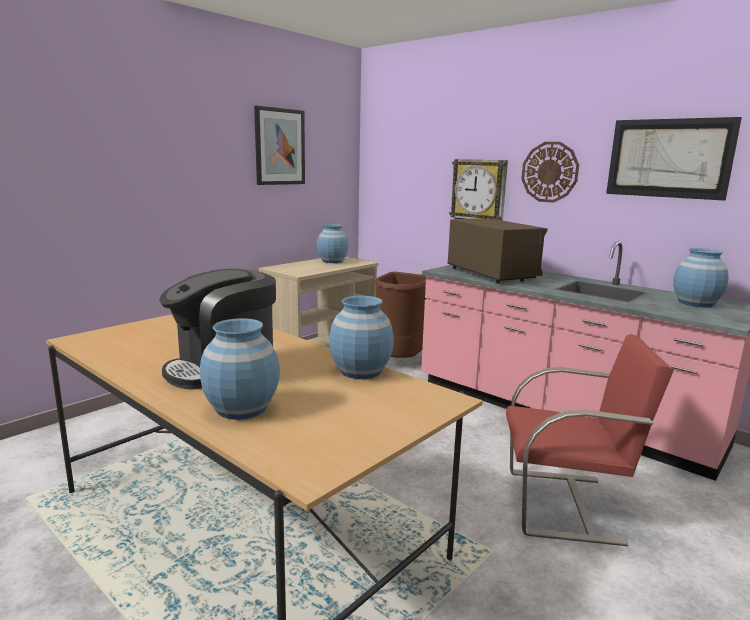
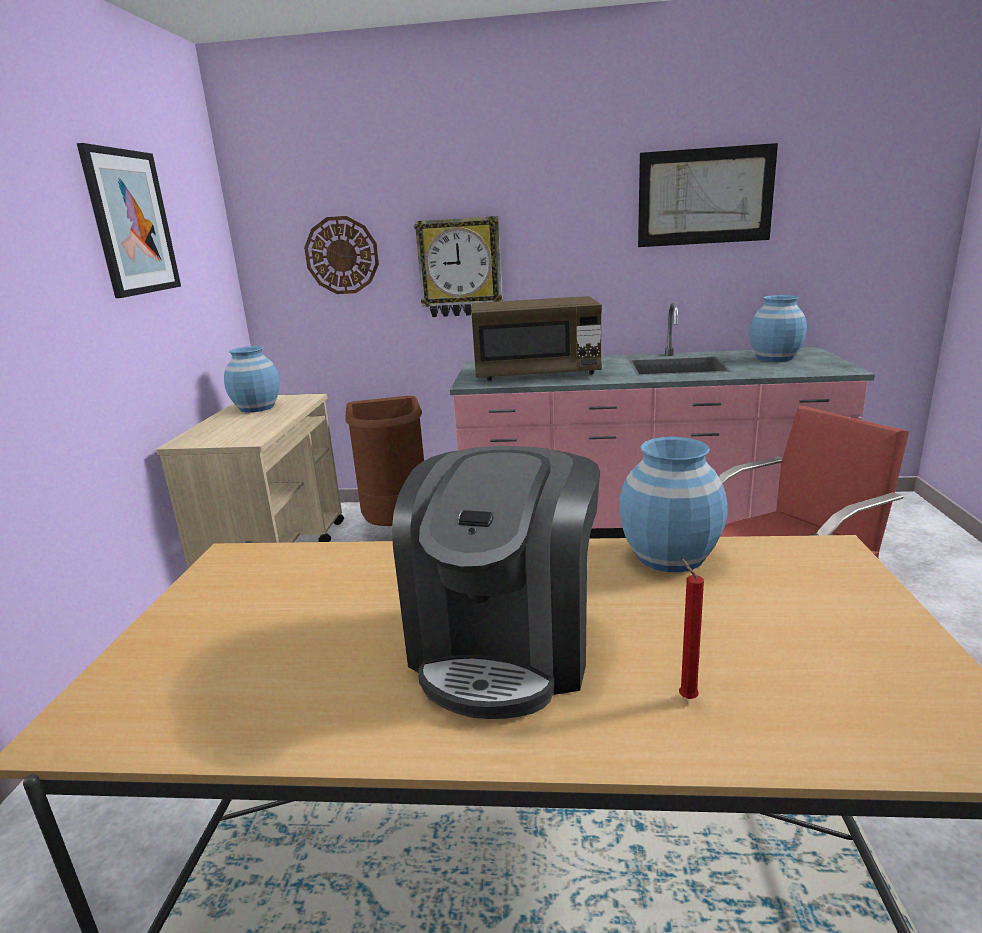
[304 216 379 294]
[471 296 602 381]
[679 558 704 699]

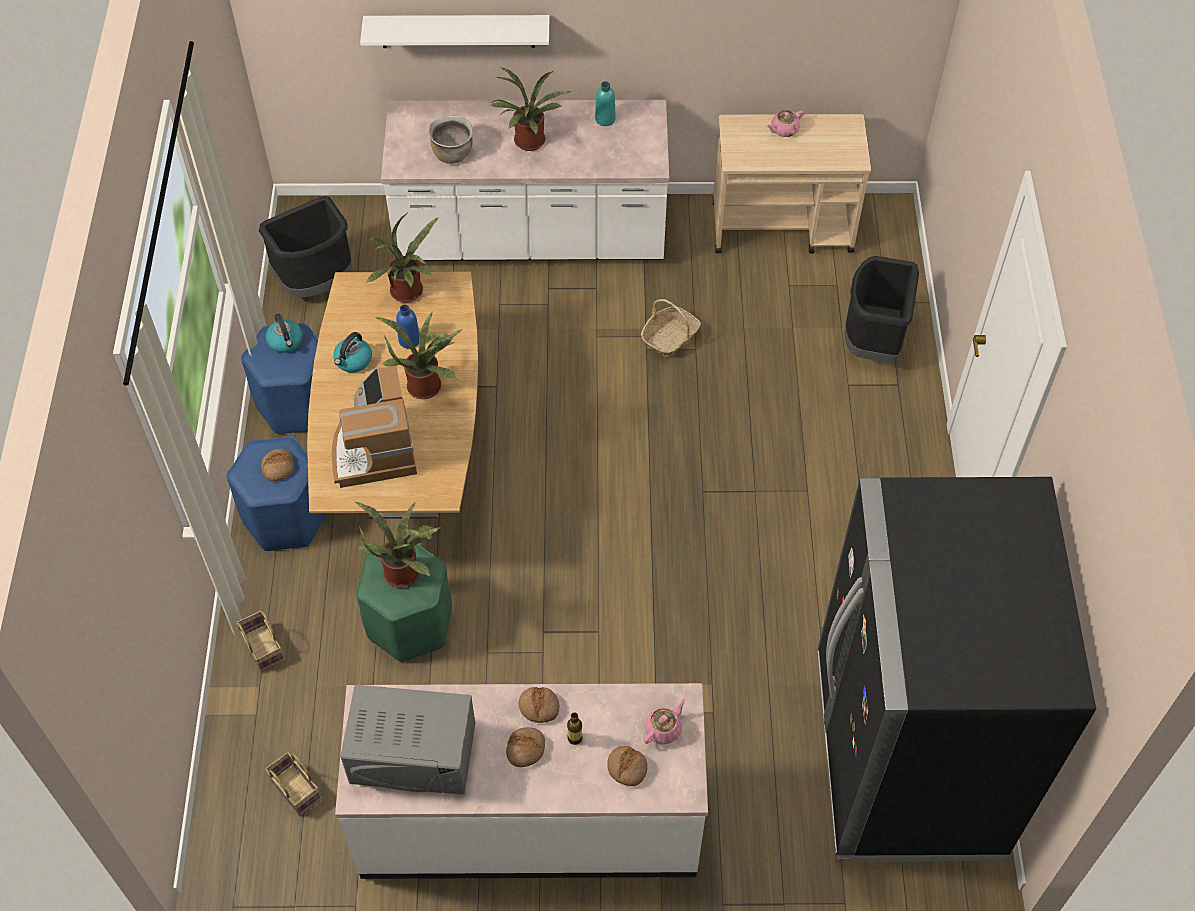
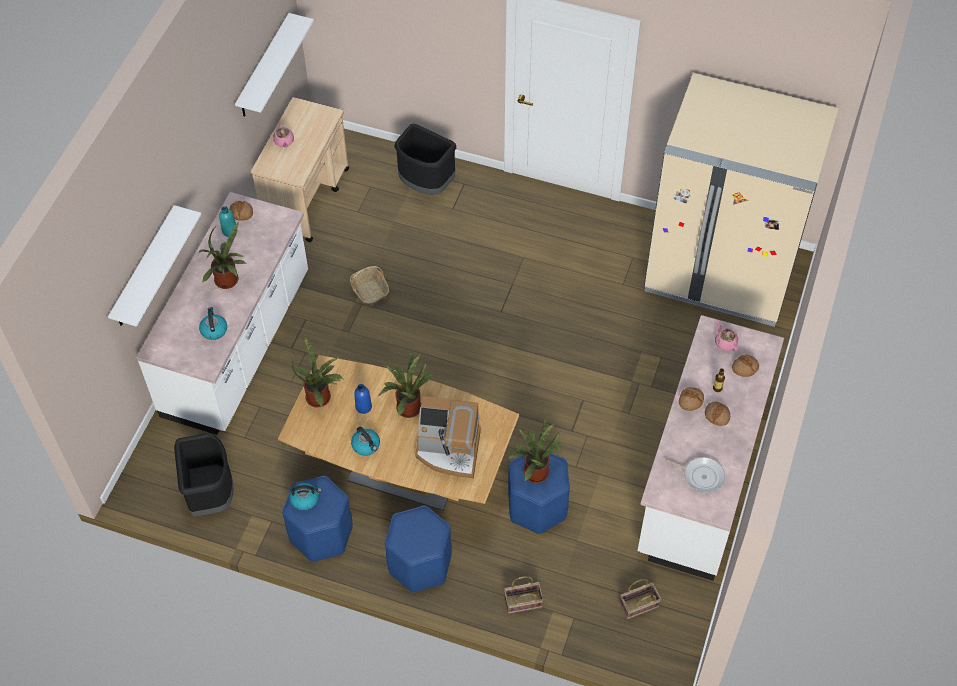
[199 307 227 340]
[229 201 253 221]
[235 13 314 117]
[508 449 570 534]
[644 73 839 327]
[664 457 725 493]

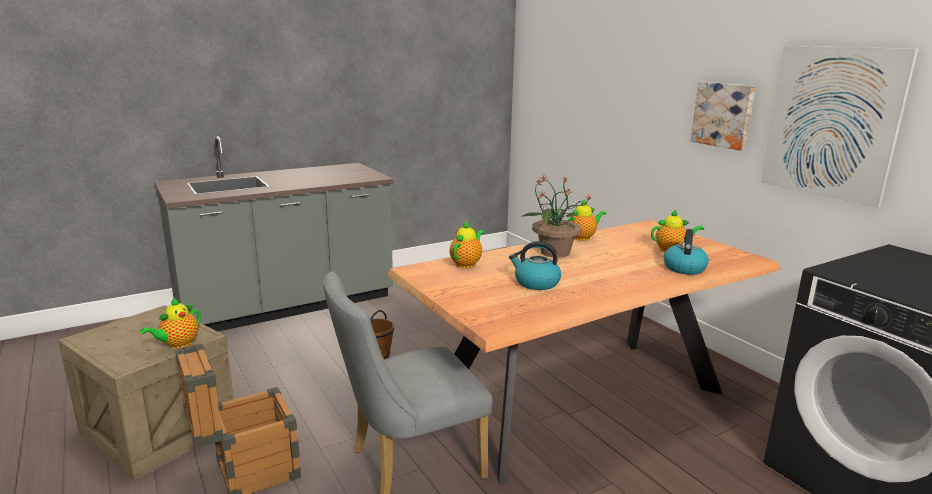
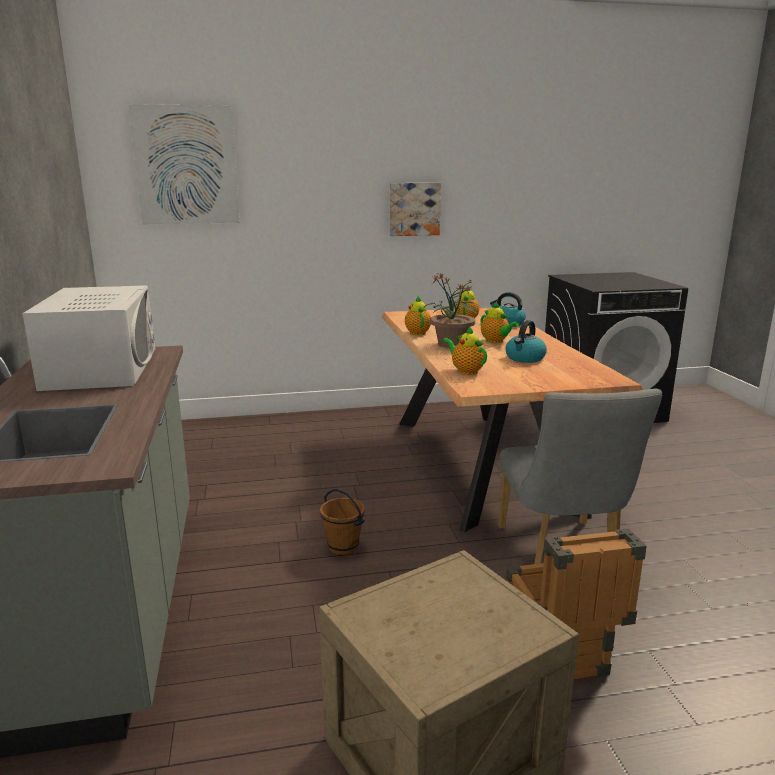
[22 285 155 391]
[128 104 240 224]
[480 302 519 343]

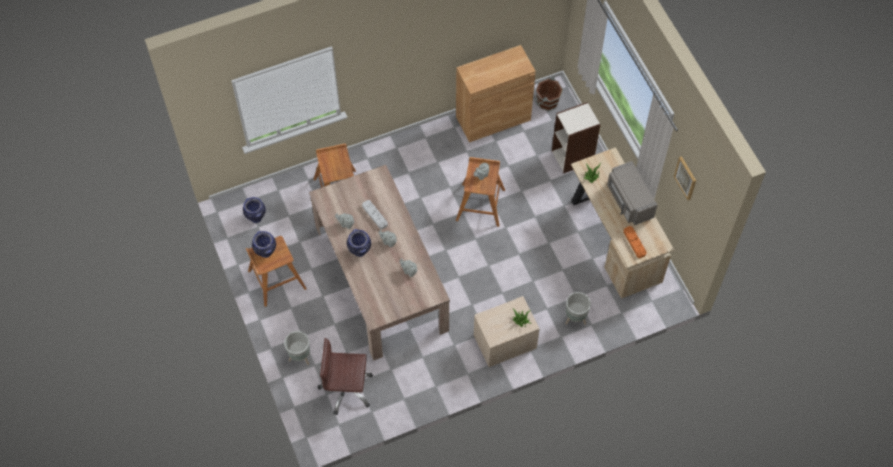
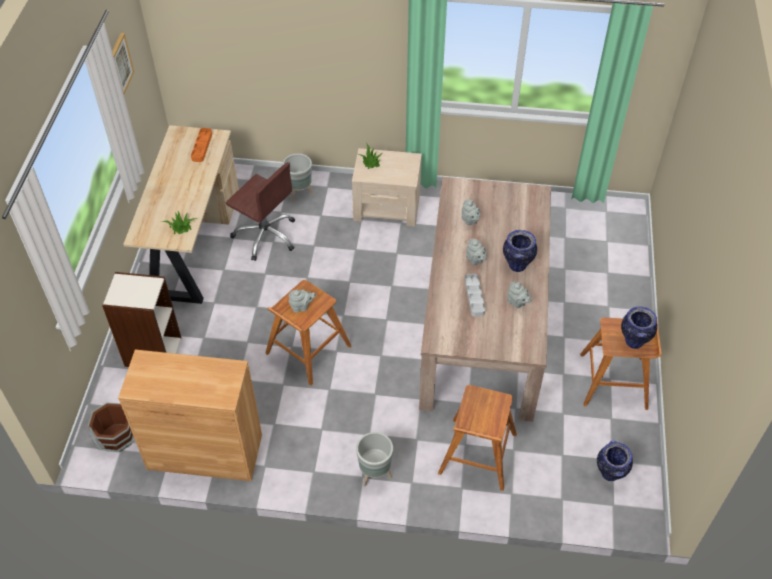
[226 162 295 261]
[356 432 393 487]
[607 161 657 225] (first image)

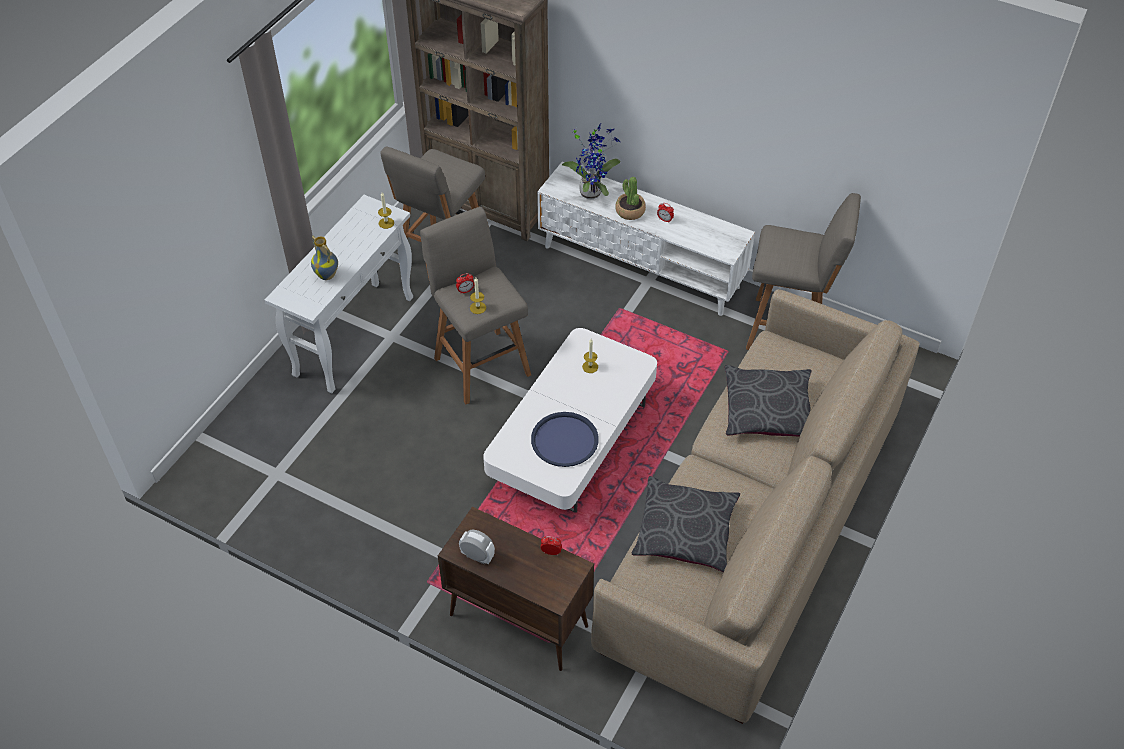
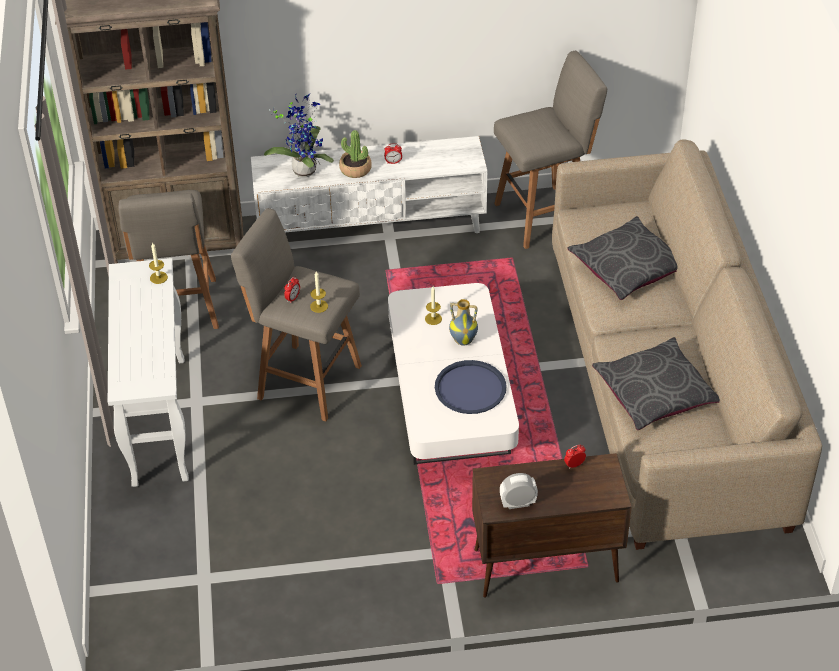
[449 299 478 346]

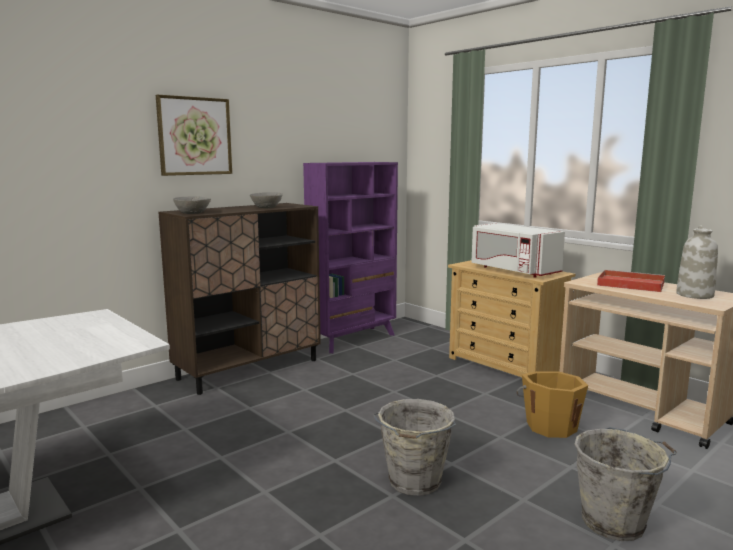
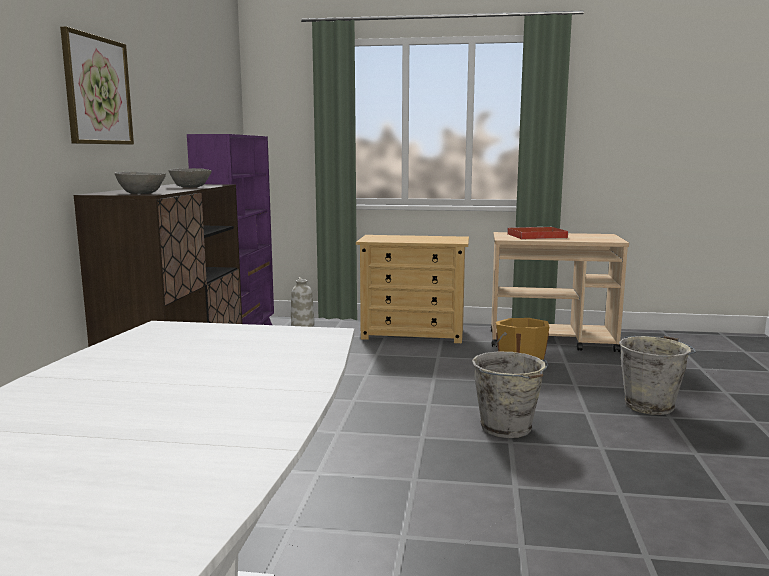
[291 277 314 327]
[471 223 565 278] (first image)

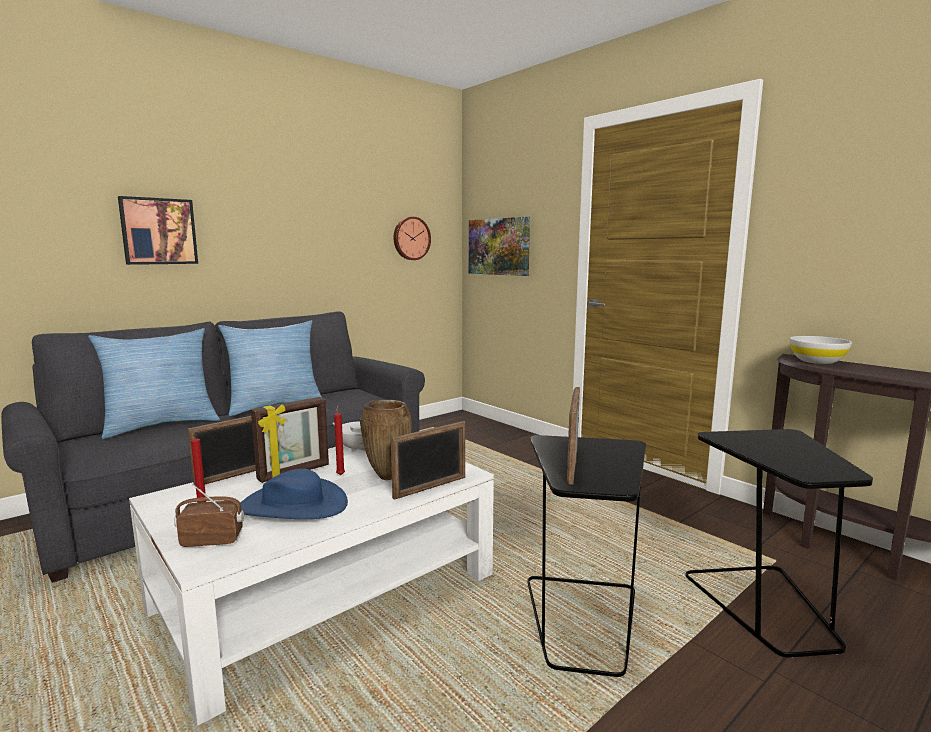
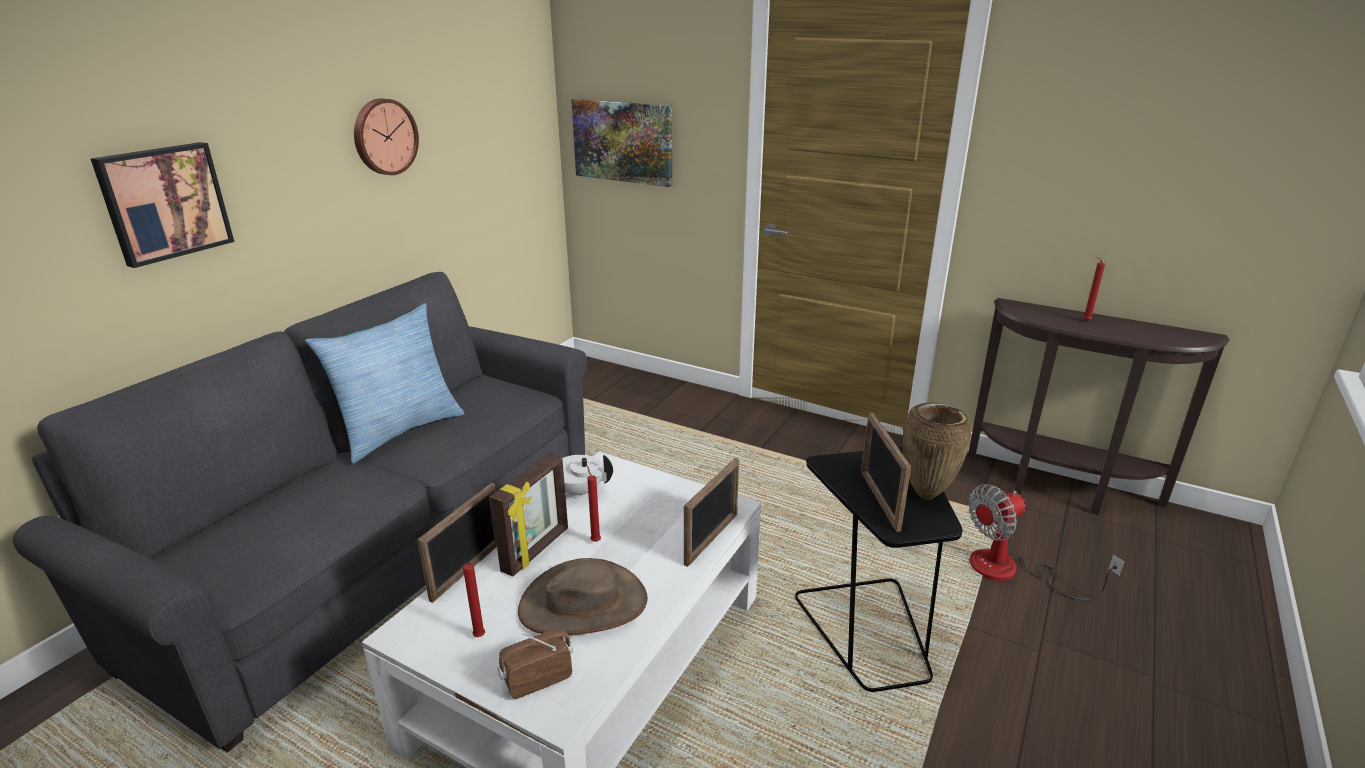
[354 99 419 175]
[518 558 648 635]
[903 403 971 500]
[968 484 1124 600]
[1083 257 1105 321]
[88 328 220 439] (first image)
[790 336 852 364] (first image)

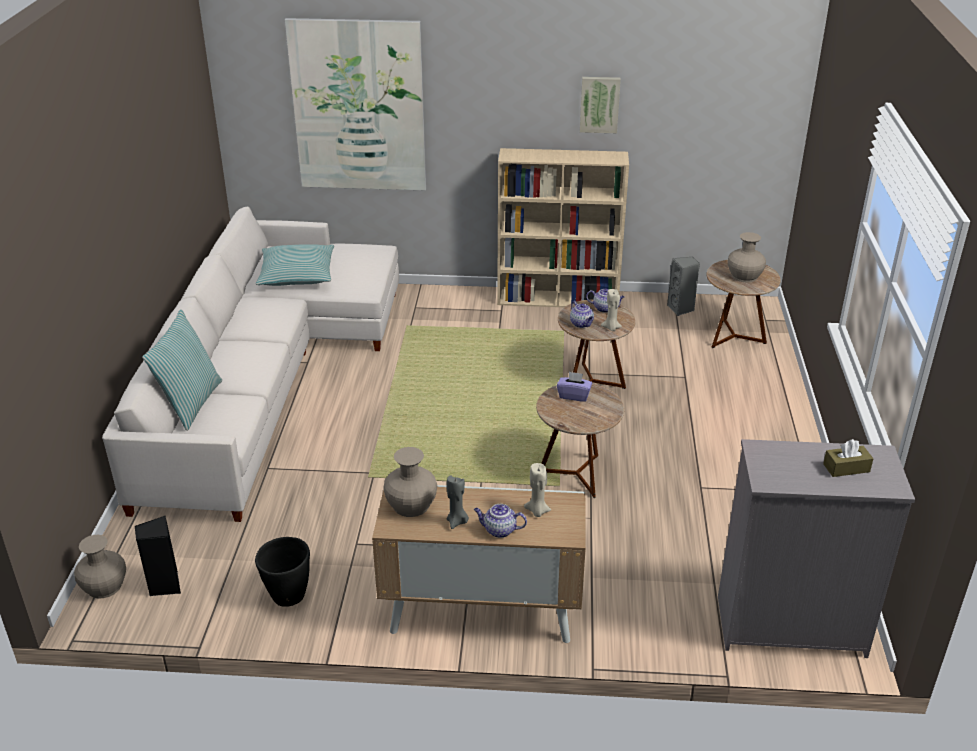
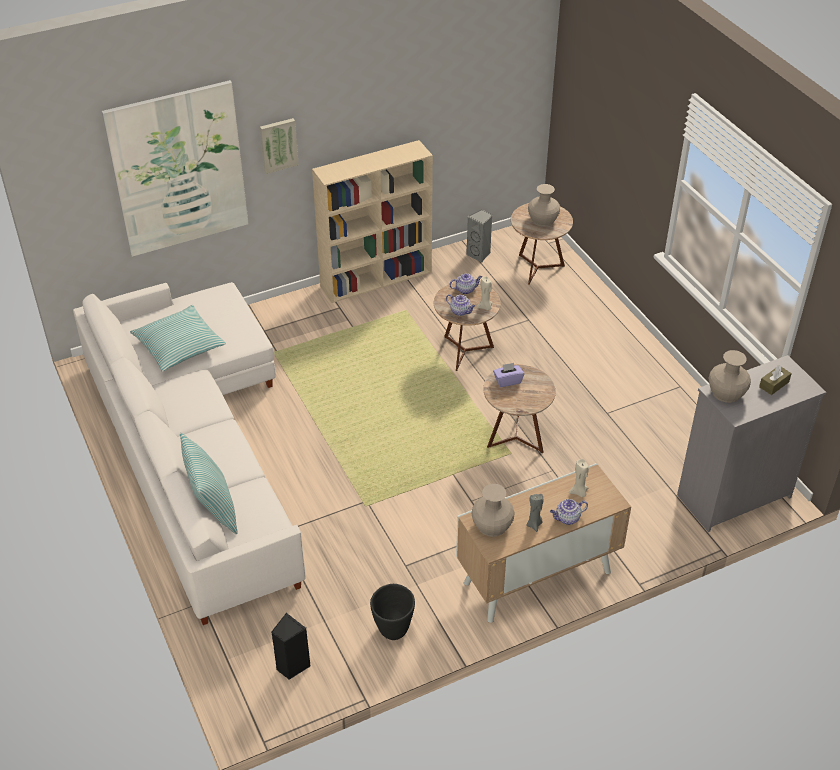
[260 118 299 174]
[709 350 751 403]

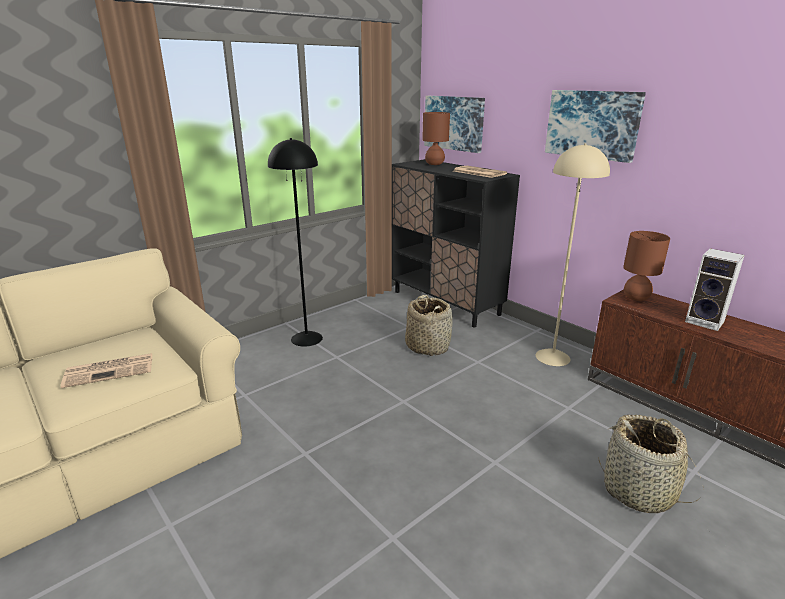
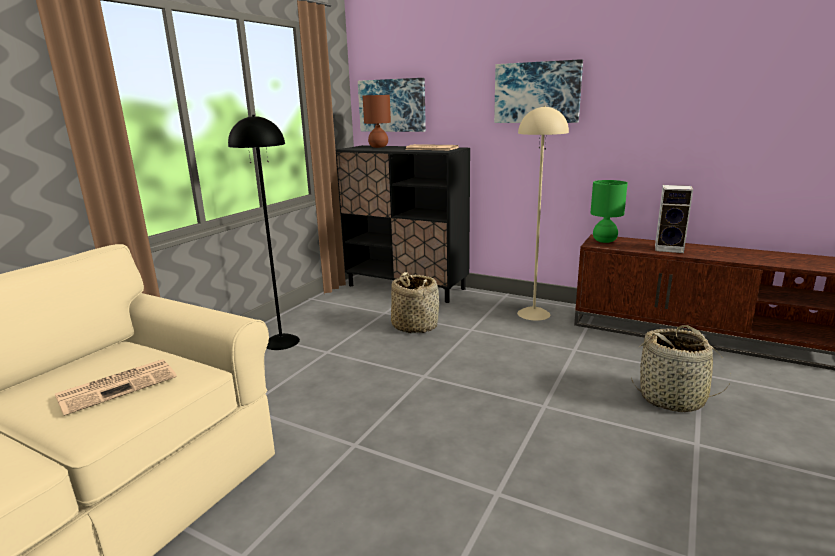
[590 180 628 243]

